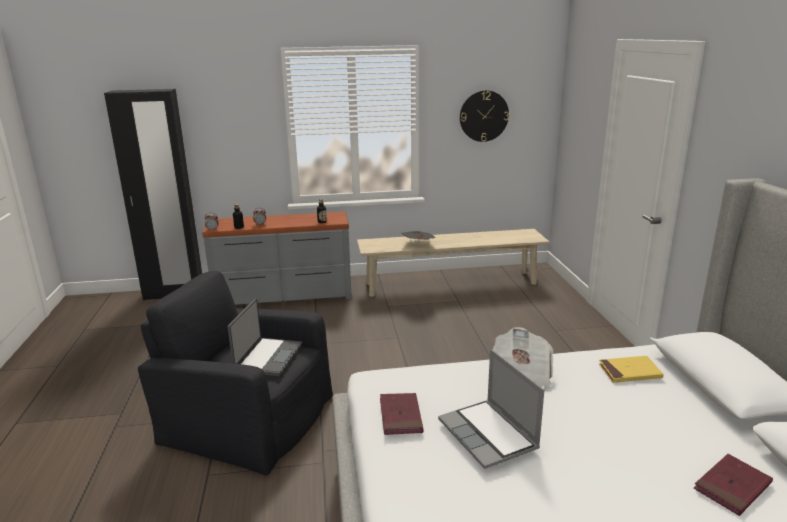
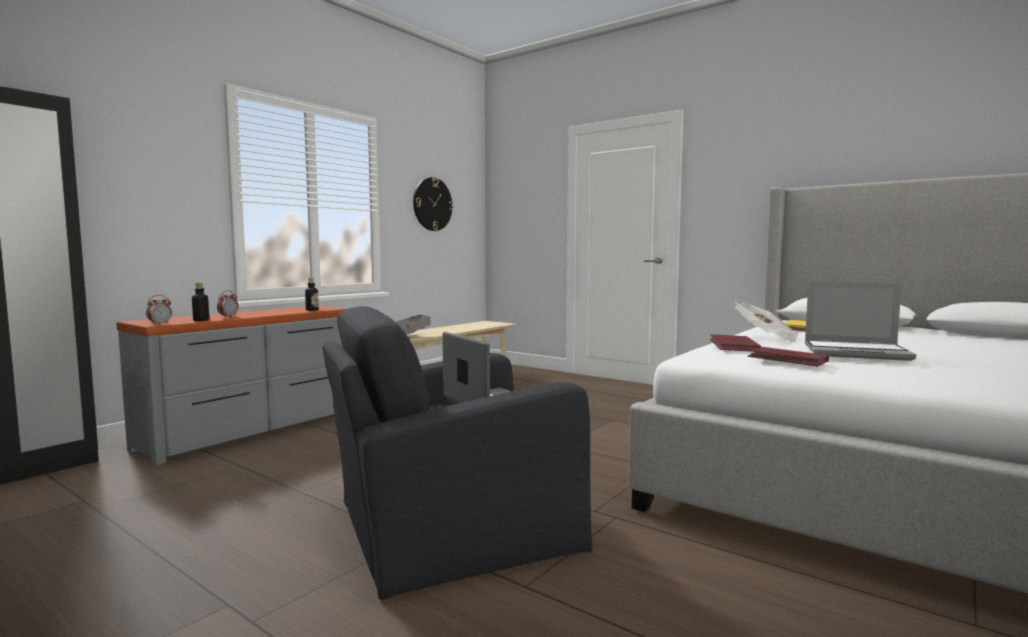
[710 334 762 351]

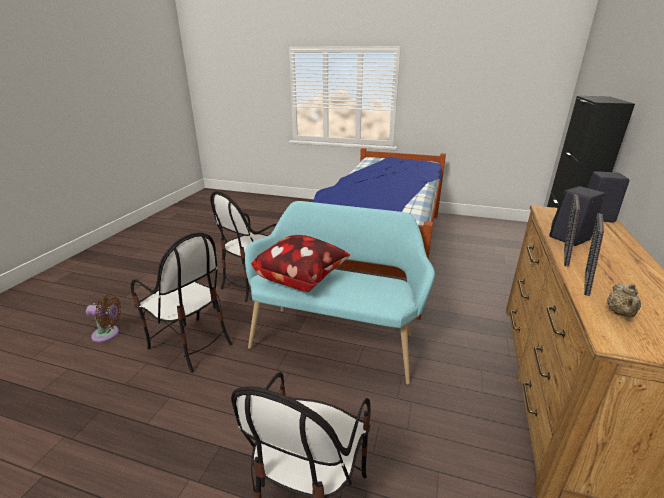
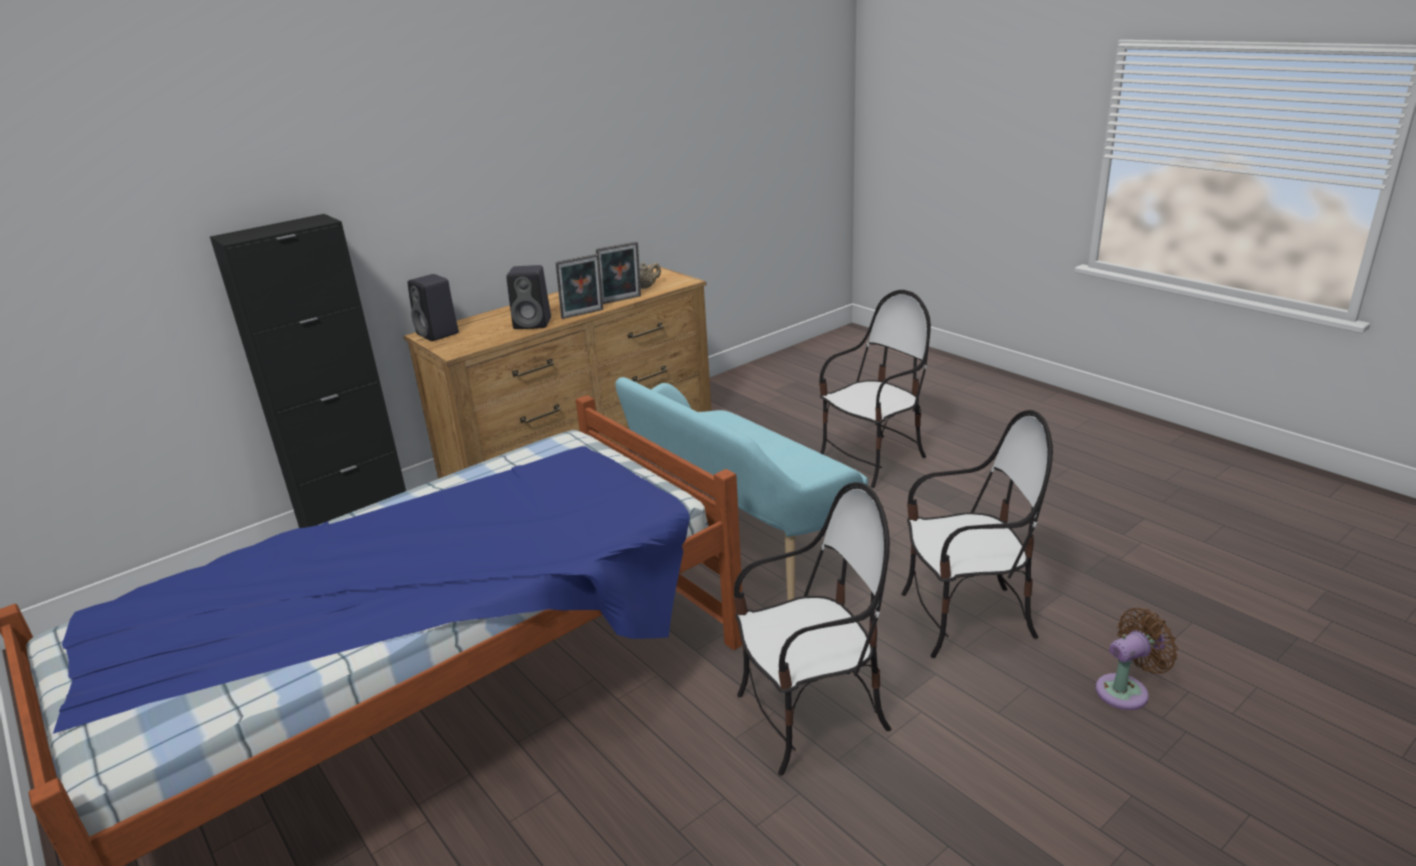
[901 410 1053 658]
[1096 608 1178 710]
[251 235 350 292] (first image)

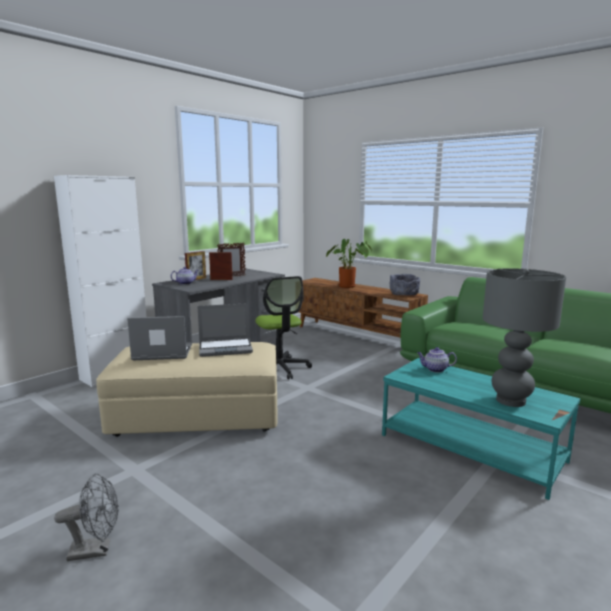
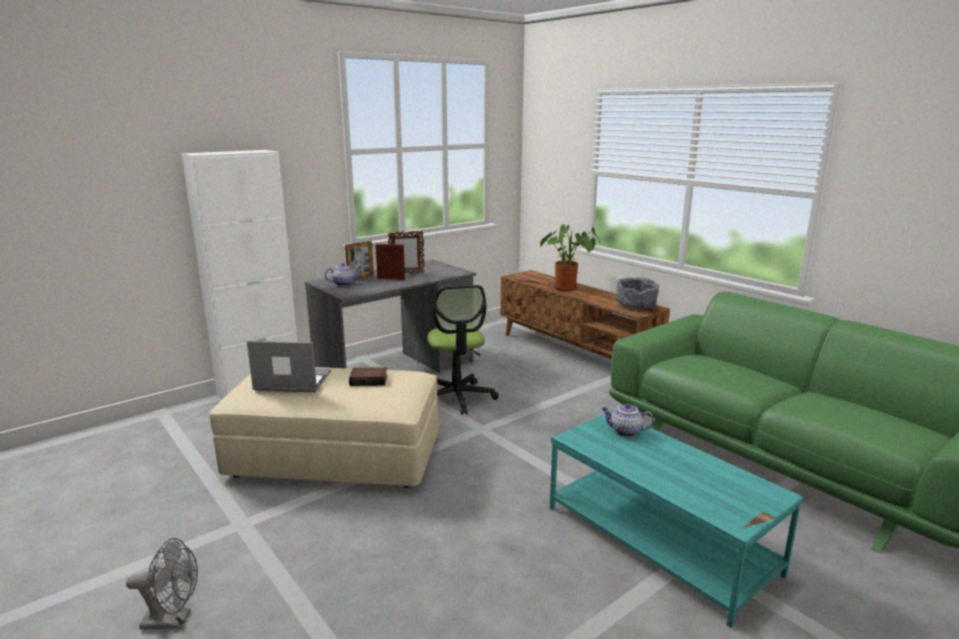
[349 367 387 386]
[483 268 566 407] (first image)

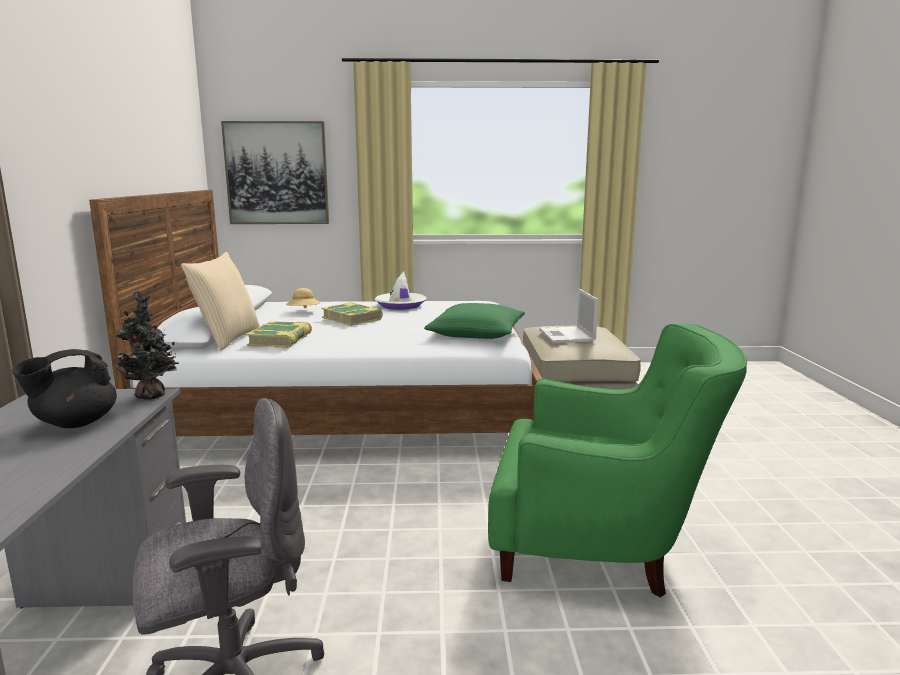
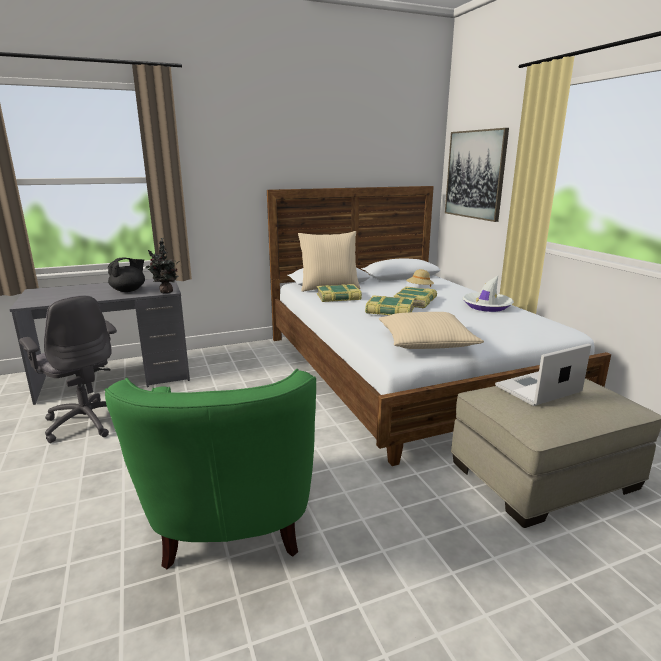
[108 258 145 292]
[365 295 414 315]
[379 312 484 349]

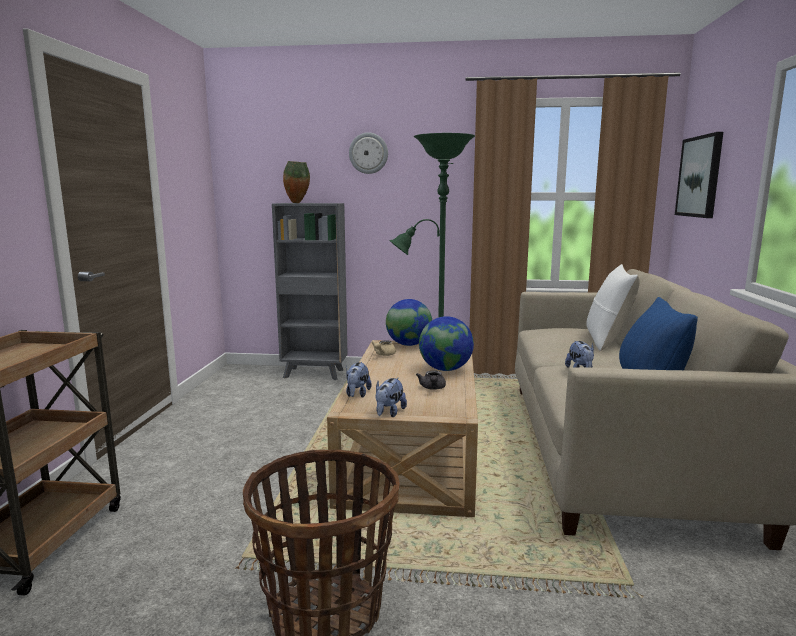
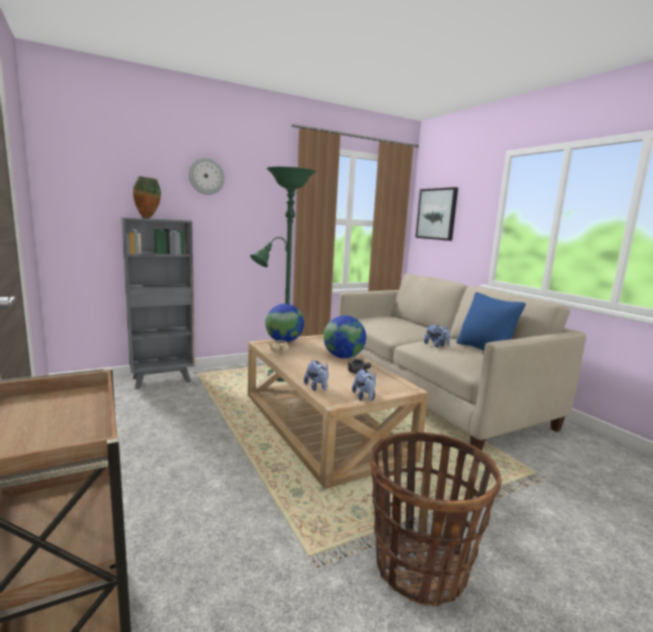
[586 264 640 351] (first image)

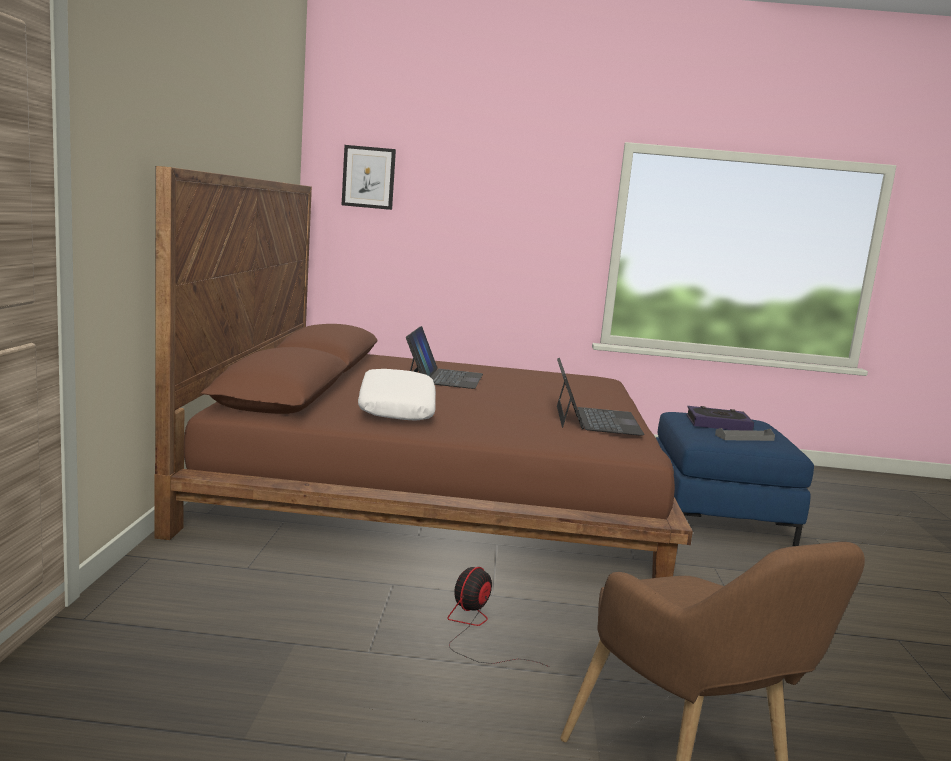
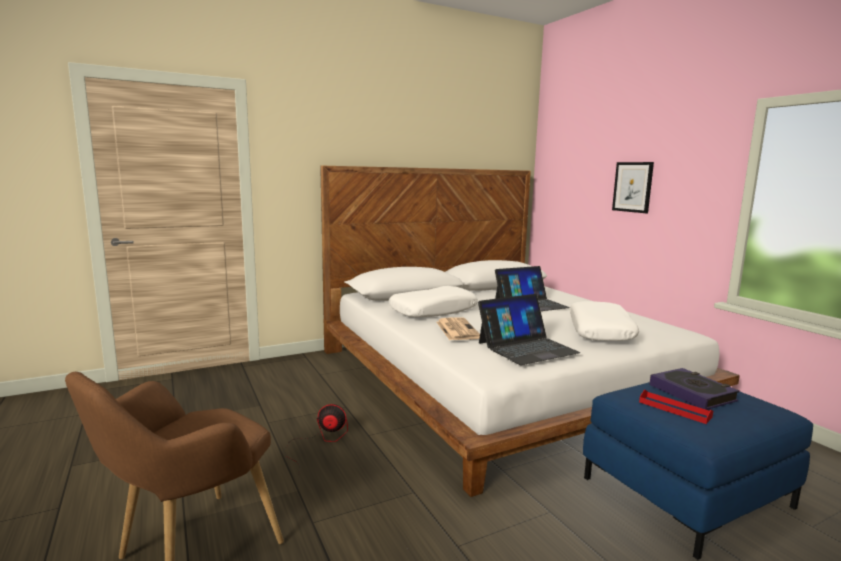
[320 166 740 497]
[437 317 480 340]
[570 301 639 341]
[612 162 654 213]
[639 390 713 424]

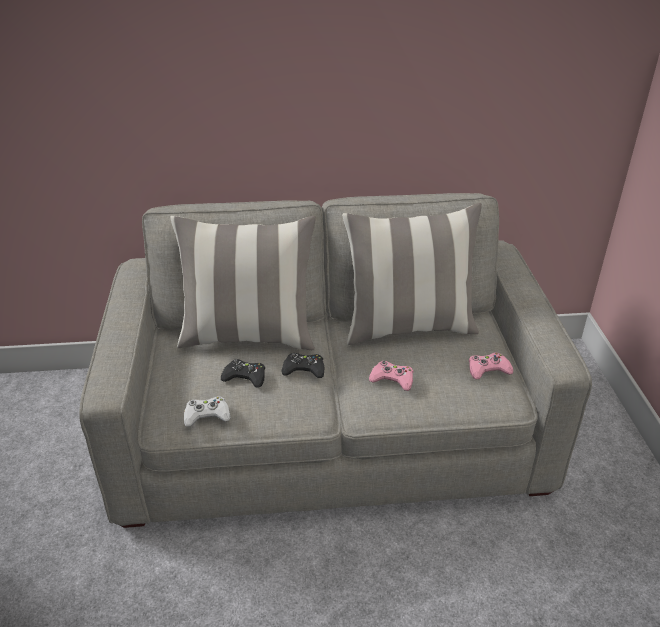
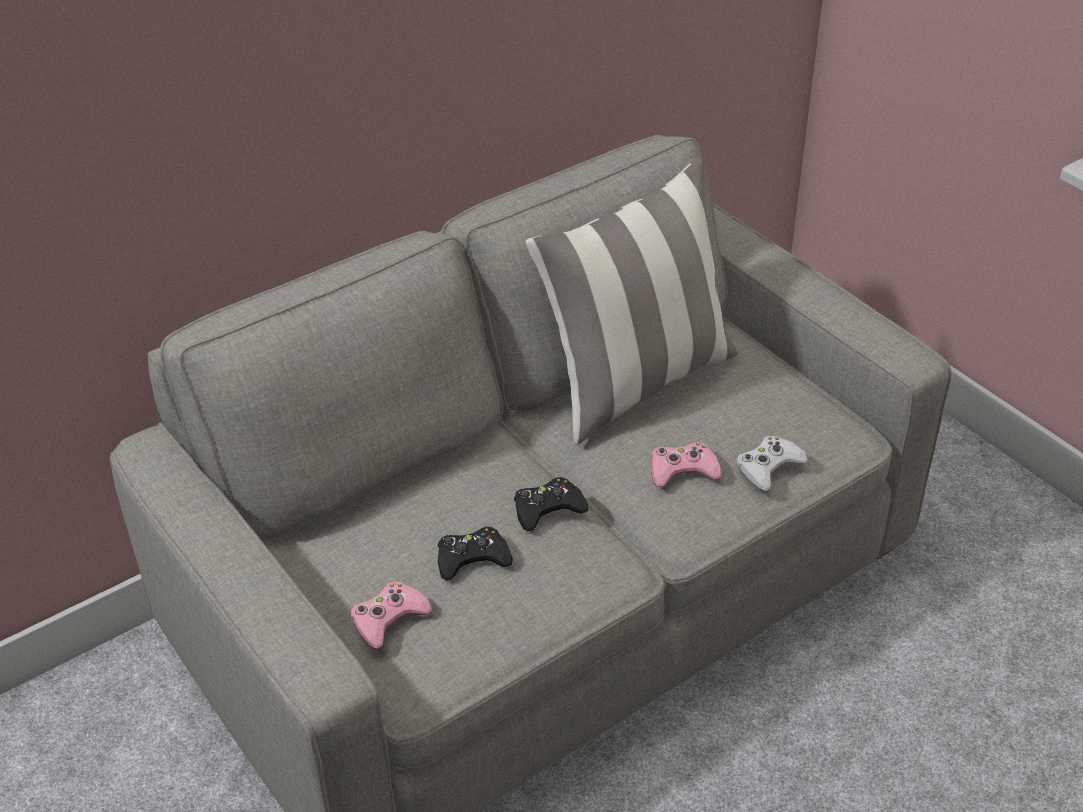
[351 581 432 649]
[736 436 808 491]
[170 216 316 350] (first image)

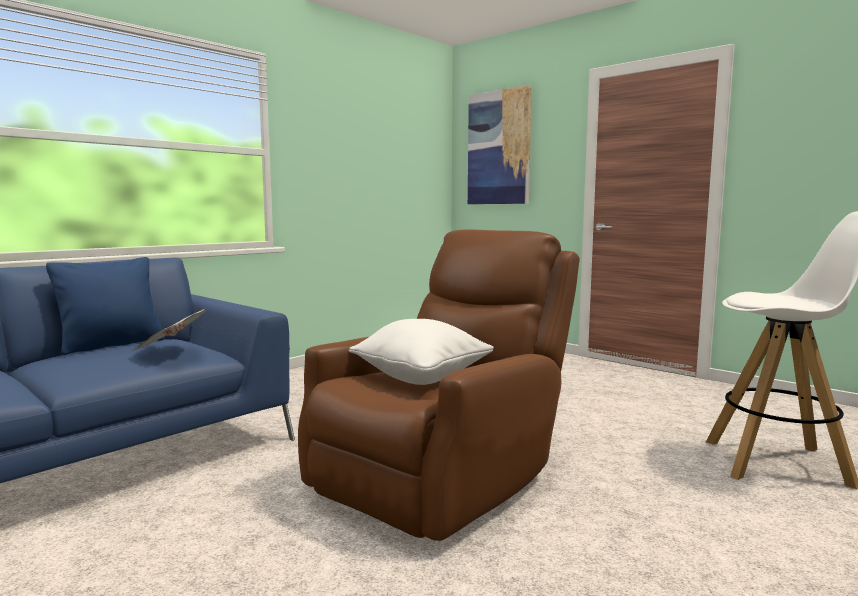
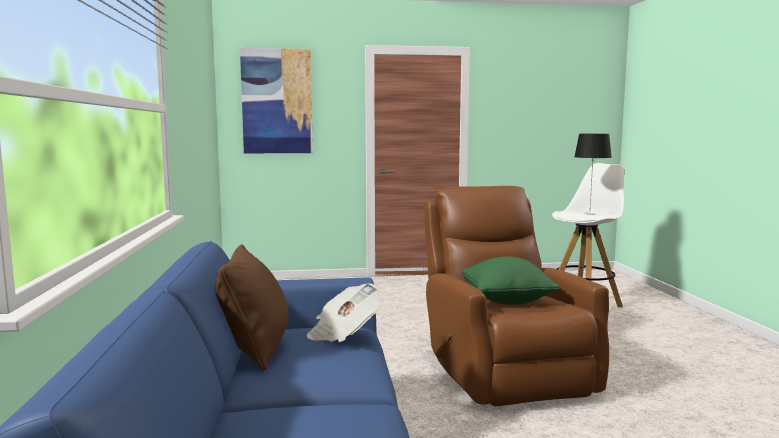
[215 244 289 371]
[461 257 560 305]
[575 134 612 215]

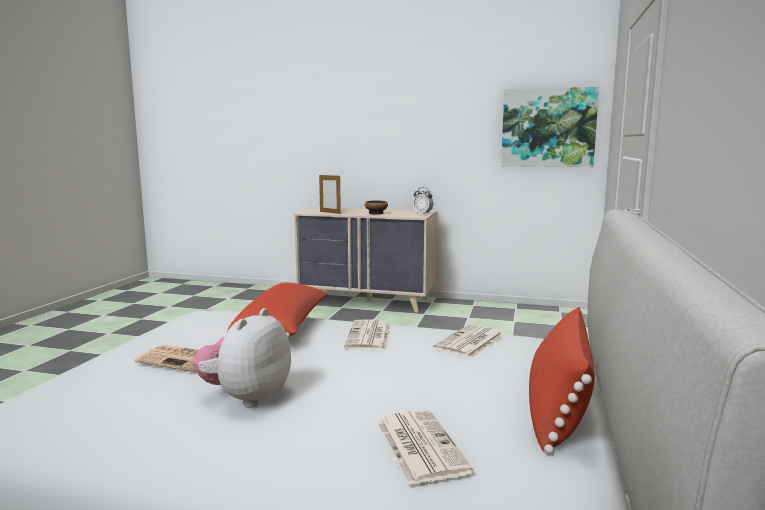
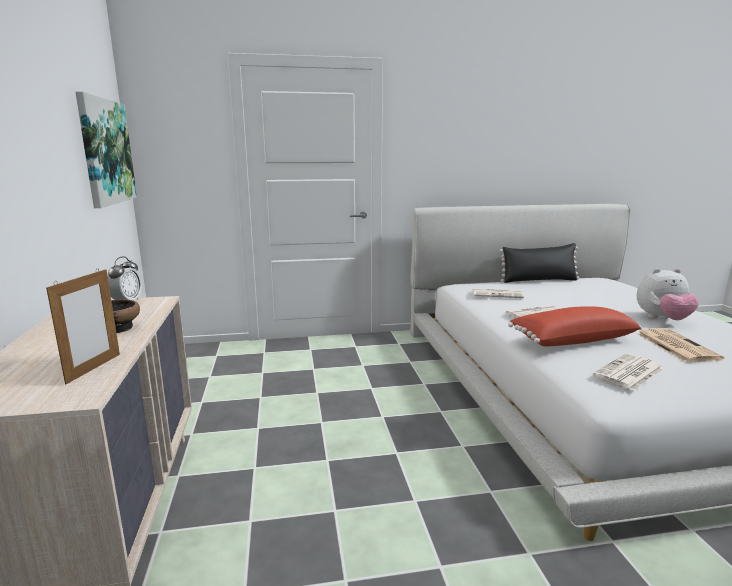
[499 243 579 283]
[593 354 664 391]

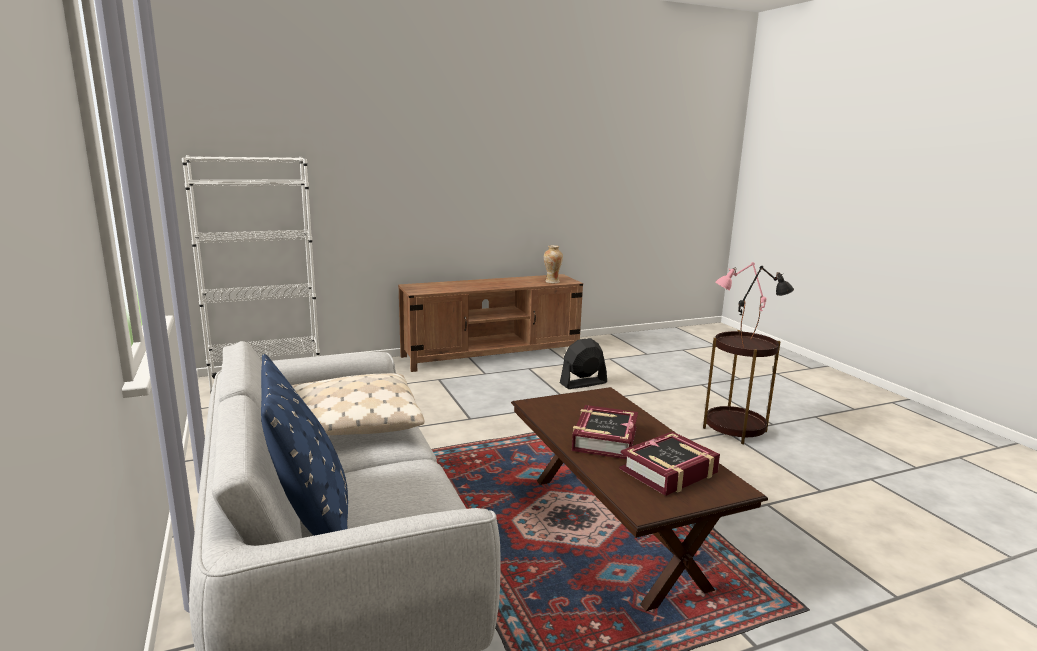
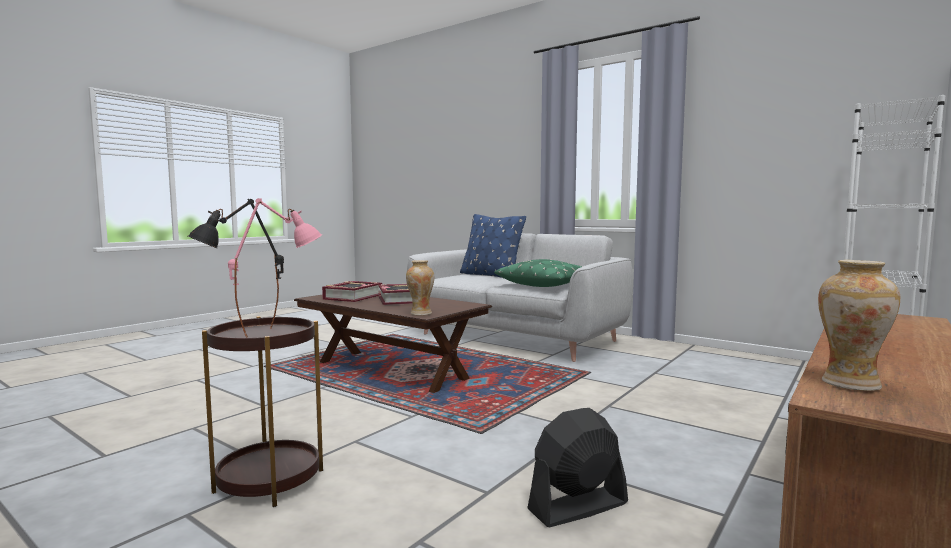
[406 260 434 316]
[494 259 582 287]
[527 408 628 527]

